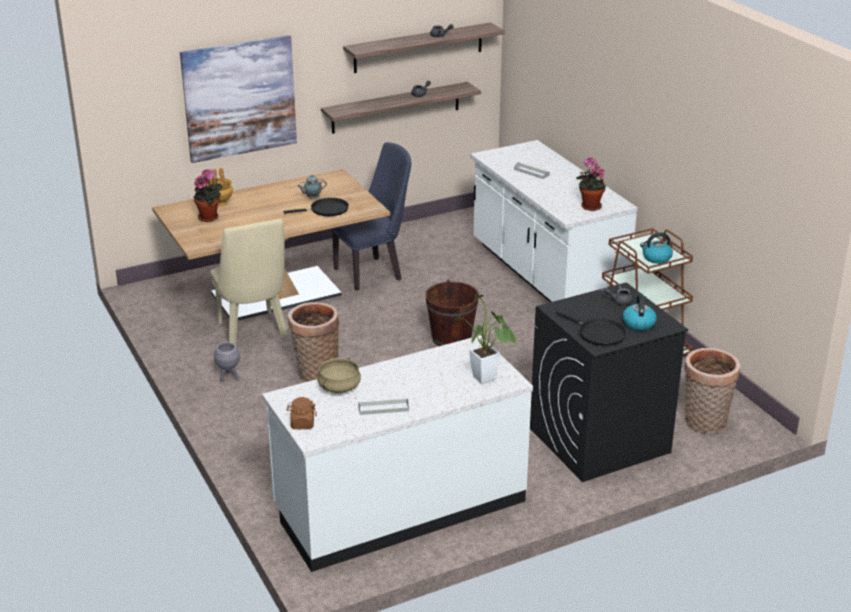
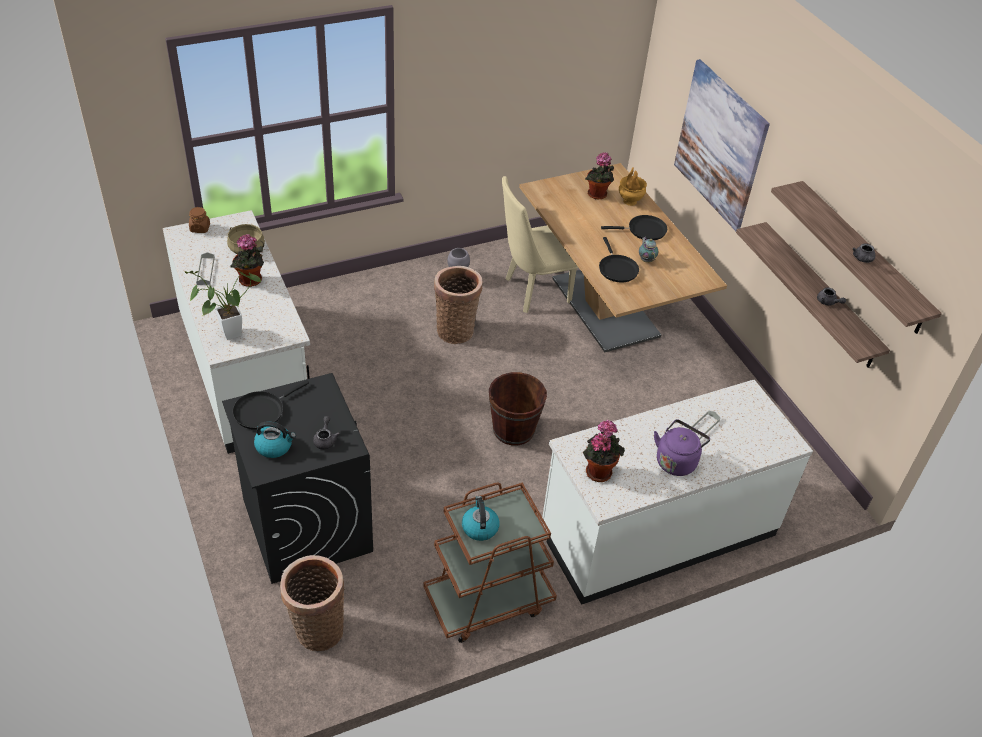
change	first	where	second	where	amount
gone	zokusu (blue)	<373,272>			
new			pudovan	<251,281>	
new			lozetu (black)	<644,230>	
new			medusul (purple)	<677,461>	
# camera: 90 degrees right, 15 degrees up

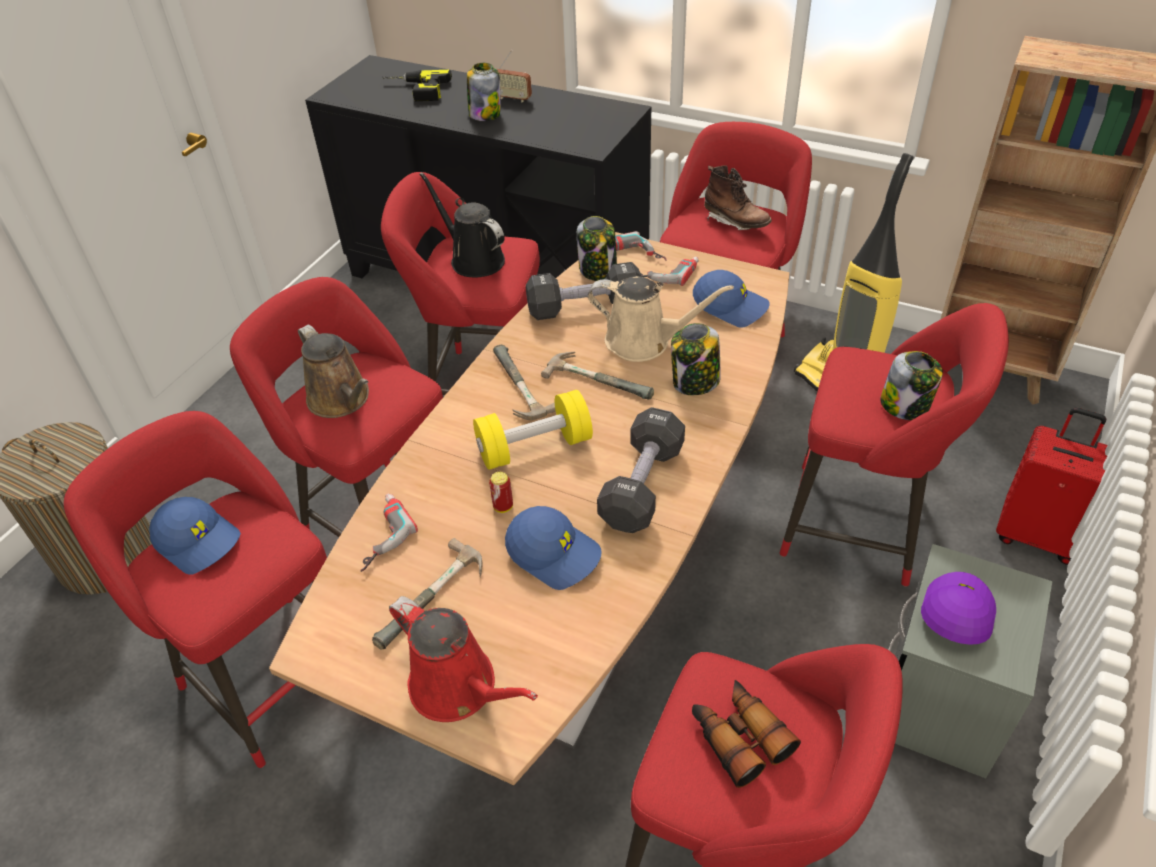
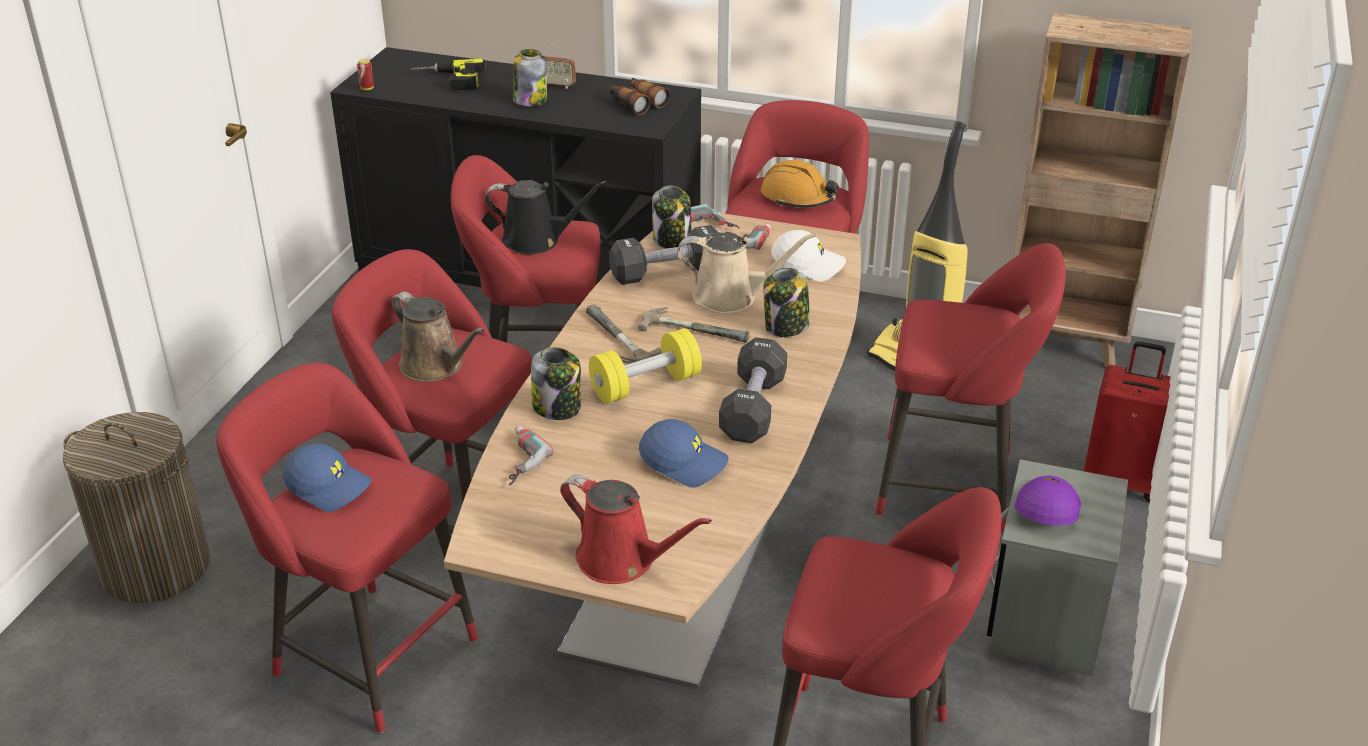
change	first	where	second	where	amount
gone	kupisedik	<434,601>			
rotated	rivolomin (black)	<473,259>		<537,240>	150 degrees clockwise
shifted	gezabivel	<503,507>		<367,88>	
shifted	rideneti	<739,737>		<636,102>	
repainted	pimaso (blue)	<730,306>	pimaso (white)	<808,264>	
swapped	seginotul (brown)	<735,222>	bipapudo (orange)	<798,197>	
shifted	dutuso	<905,406>		<558,407>	
# camera: 10 degrees left, 10 degrees down

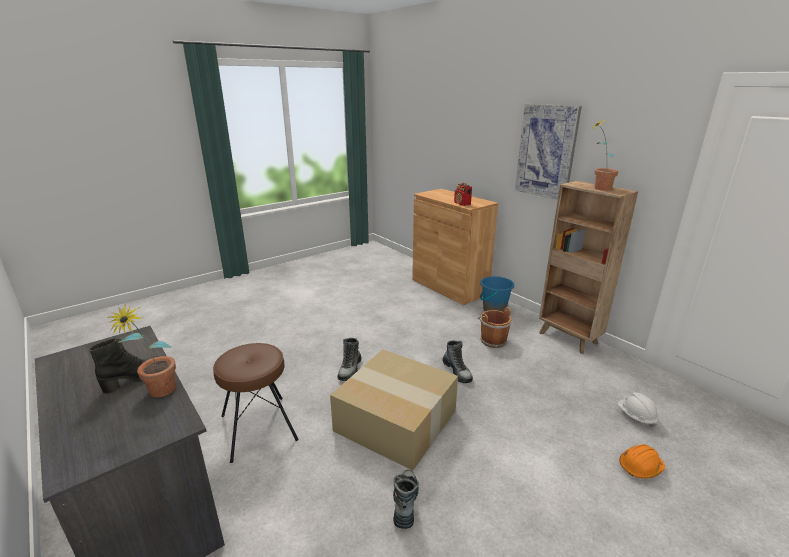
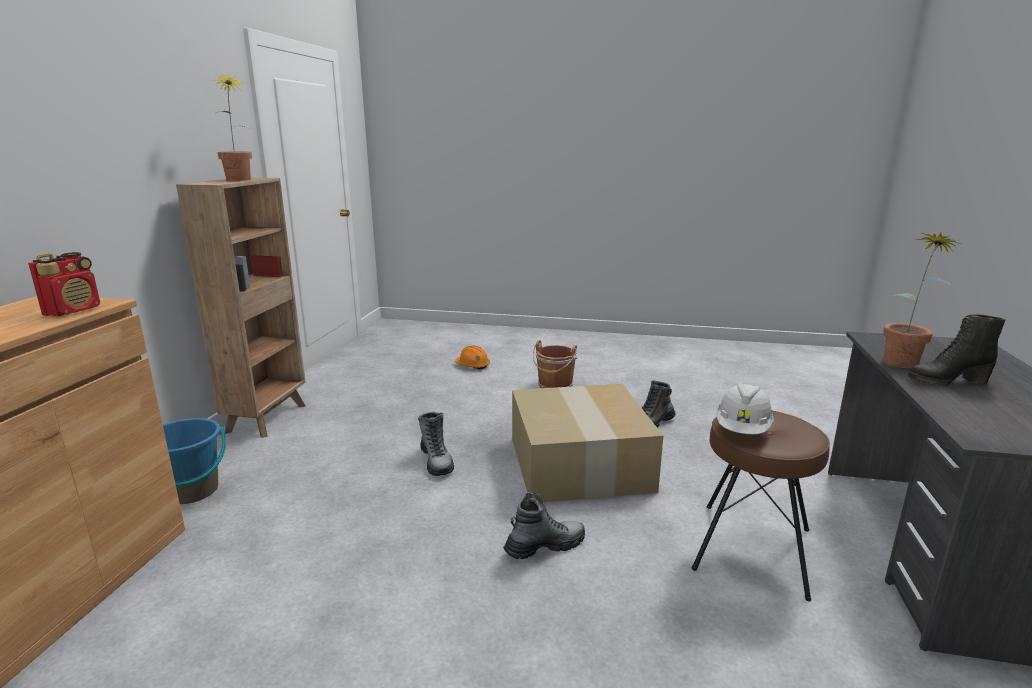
change	first	where	second	where	amount
rotated	seginotul	<457,372>		<436,461>	135 degrees clockwise
shifted	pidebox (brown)	<492,340>		<555,386>	
gone	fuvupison	<546,151>			
shifted	bipapudo (white)	<636,416>		<742,430>	
# camera: 130 degrees left, 5 degrees down

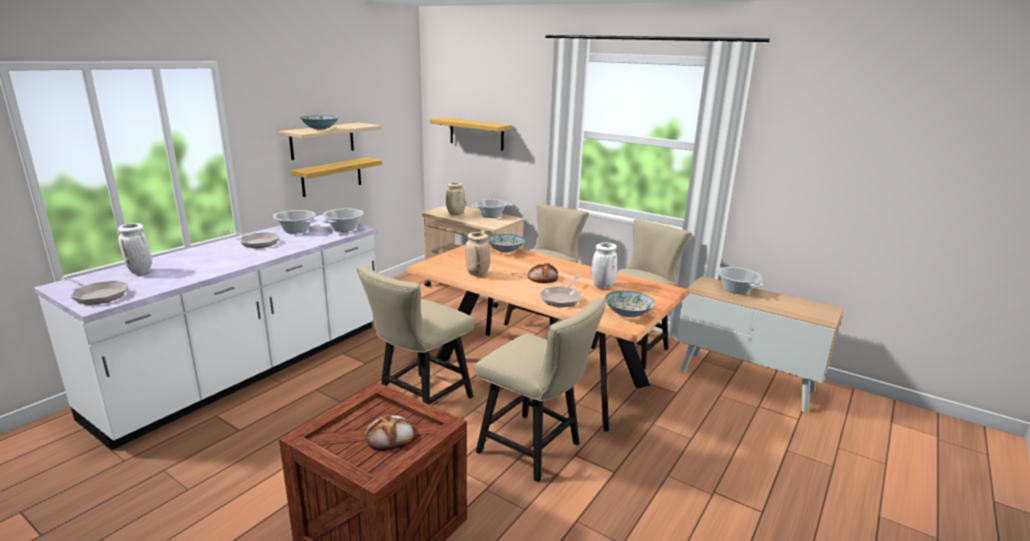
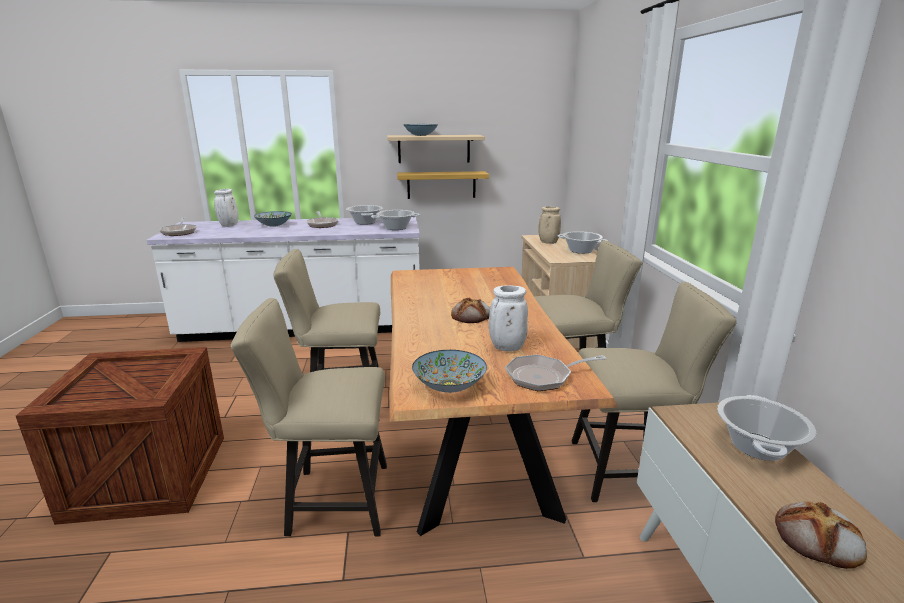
change	first	where	second	where	amount
shifted	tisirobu	<390,436>		<819,539>	
gone	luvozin	<476,133>			
gone	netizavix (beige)	<478,274>			
rotated	zokusu (beige)	<535,450>		<330,500>	90 degrees clockwise
shifted	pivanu	<505,250>		<274,225>	
shifted	lozetu	<561,298>		<543,377>	
# camera: 50 degrees right, 0 degrees up

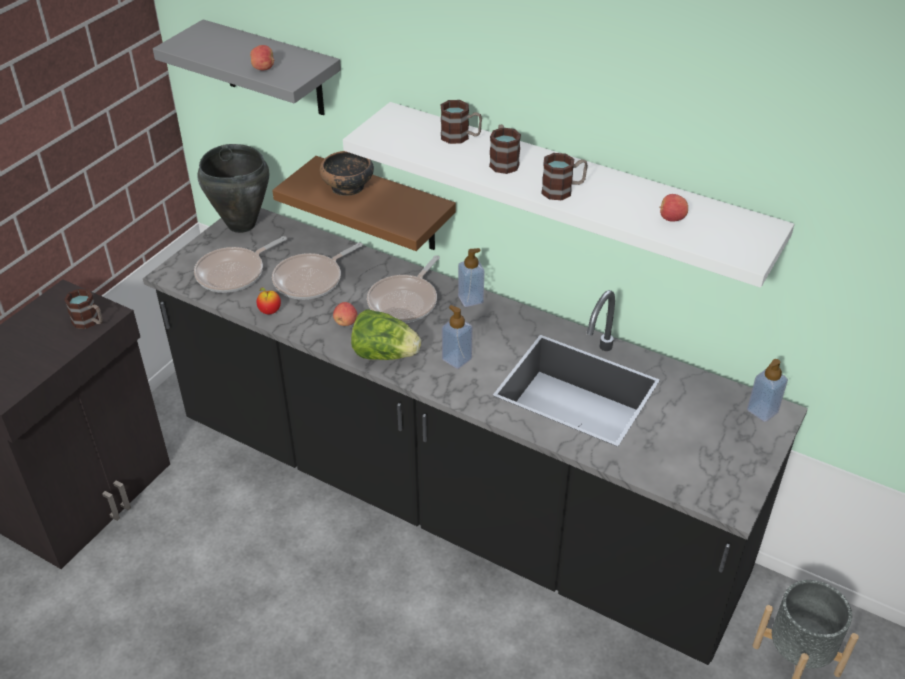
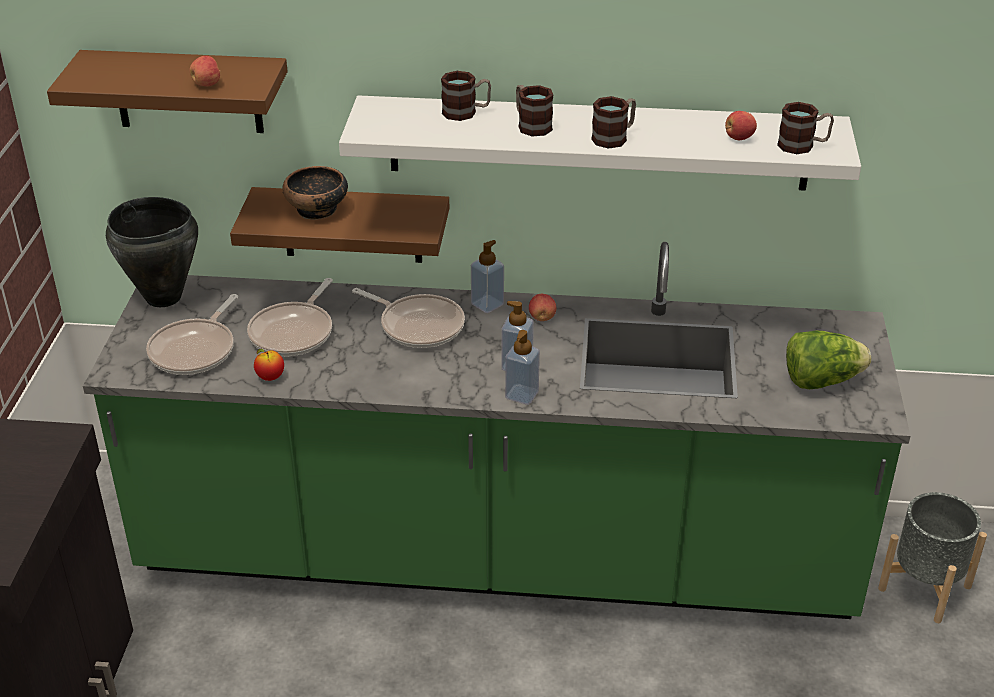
change	first	where	second	where	amount
shifted	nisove	<89,322>		<803,146>	
repainted	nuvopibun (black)	<452,501>	nuvopibun (green)	<497,558>	
repainted	luvozin (grey)	<273,69>	luvozin (brown)	<188,91>	
shifted	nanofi	<346,322>		<542,318>	
shifted	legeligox	<385,354>		<821,381>	
rotated	lozetu	<405,301>		<418,325>	60 degrees counterclockwise
shifted	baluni	<762,411>		<522,395>	
# camera: 25 degrees left, 5 degrees down

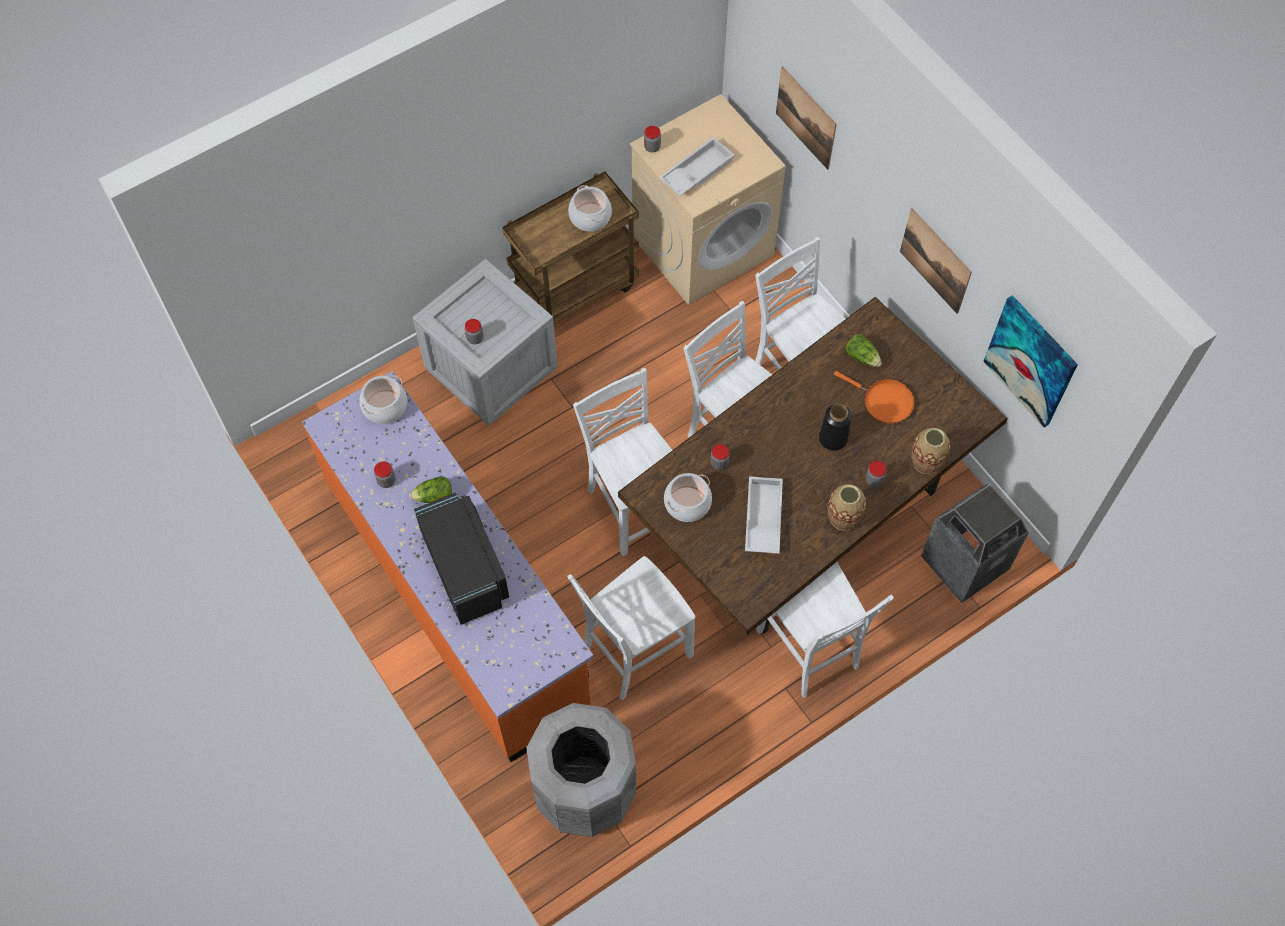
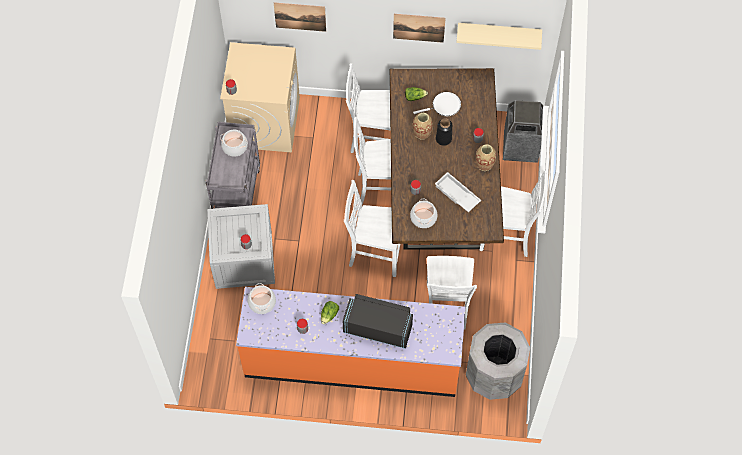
change	first	where	second	where	amount
repainted	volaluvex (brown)	<575,290>	volaluvex (grey)	<236,193>	
gone	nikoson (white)	<696,171>			
repainted	lozetu (orange)	<884,402>	lozetu (white)	<444,106>	
shifted	netizavix	<926,462>		<422,133>	
swapped	fuvupison	<1031,361>	luvozin (beige)	<499,33>	
# camera: 50 degrees left, 0 degrees up

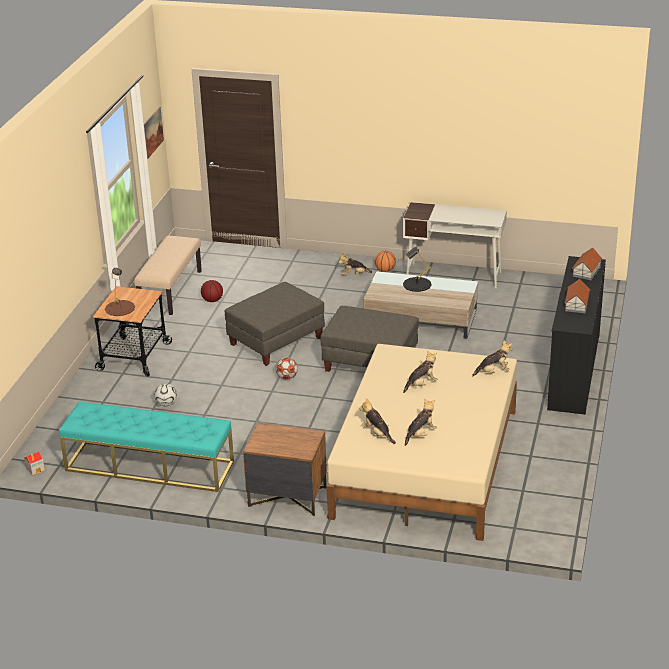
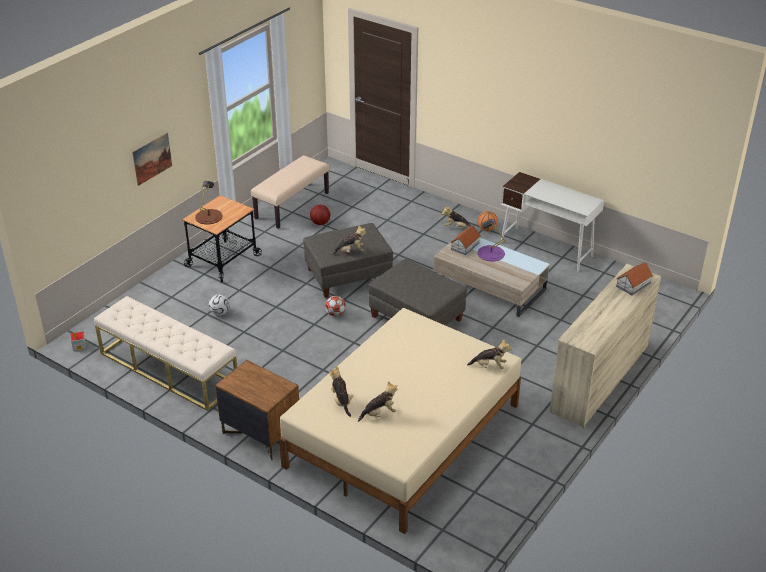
change	first	where	second	where	amount
repainted	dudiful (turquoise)	<149,466>	dudiful (beige)	<168,369>	
shifted	fuvupison	<153,132>		<152,158>	
repainted	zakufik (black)	<417,284>	zakufik (purple)	<491,253>	
shifted	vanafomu	<421,384>		<350,251>	
repainted	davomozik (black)	<573,372>	davomozik (beige)	<599,378>	
shifted	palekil	<576,304>		<464,246>	
# camera: 20 degrees right, 5 degrees up

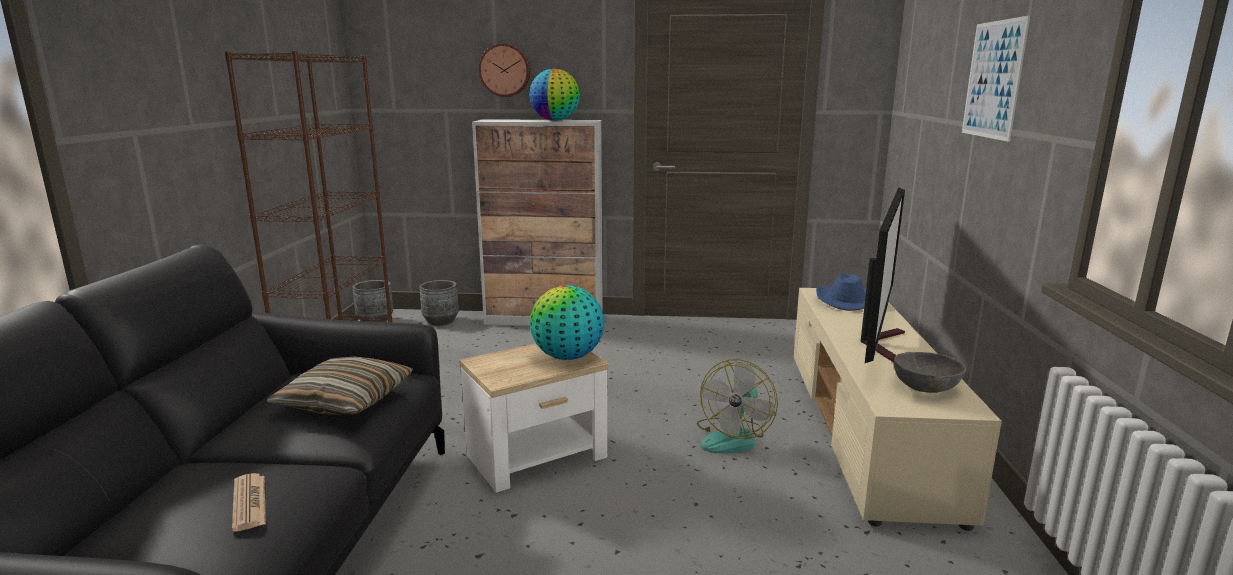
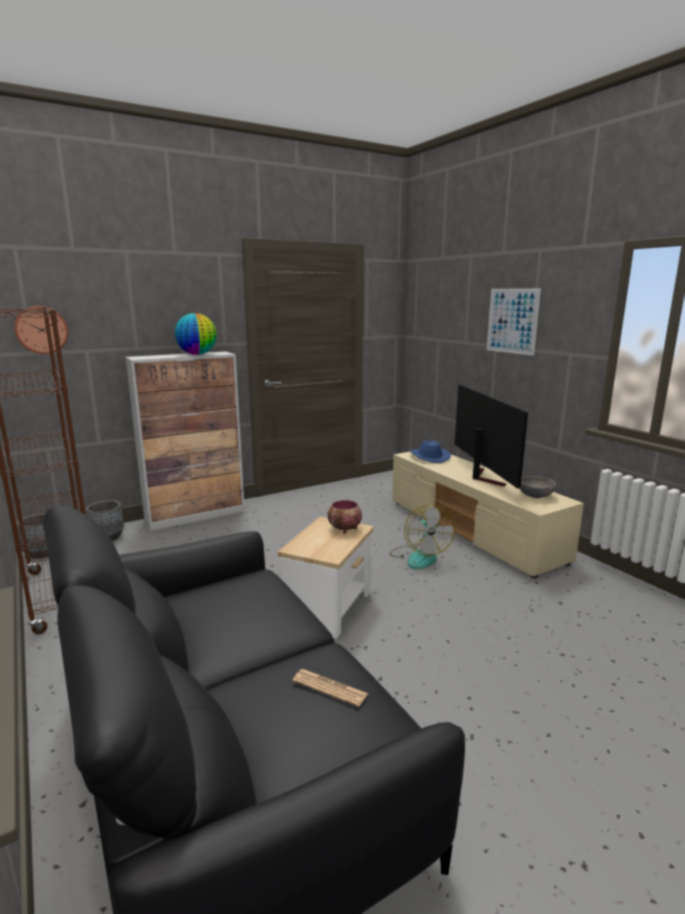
change	first	where	second	where	amount
gone	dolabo	<346,400>			
shifted	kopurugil	<505,70>		<41,329>	
swapped	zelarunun	<567,357>	pivanu	<344,529>	
# camera: 35 degrees left, 0 degrees up

